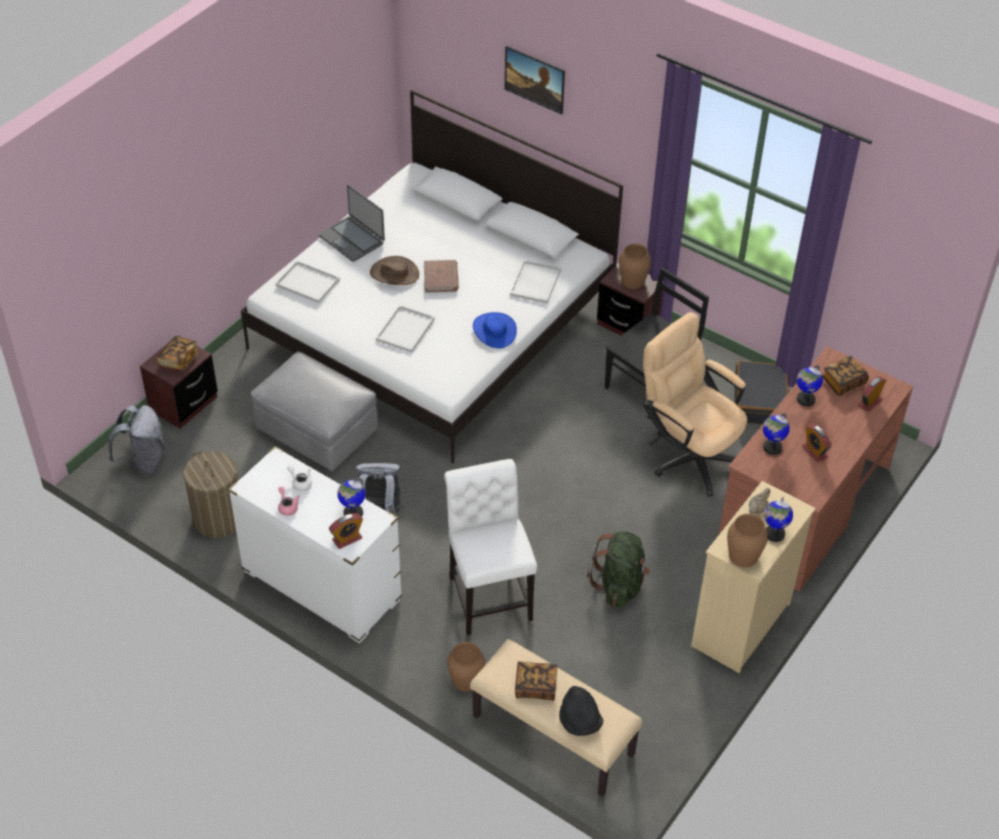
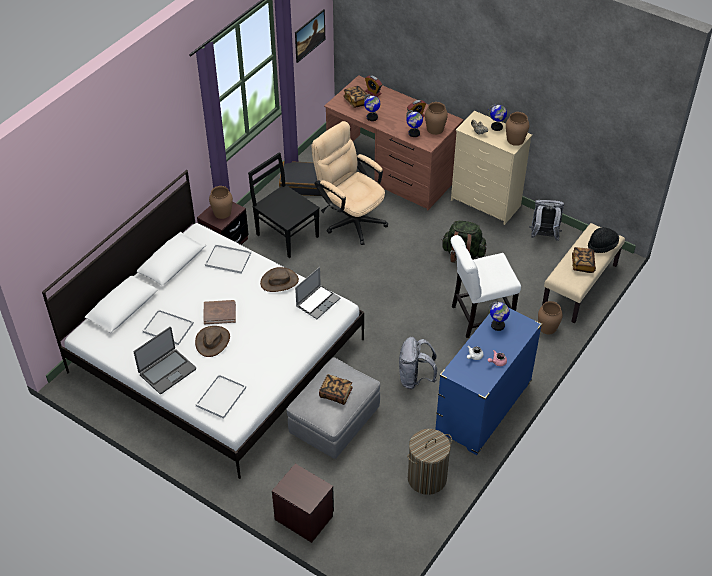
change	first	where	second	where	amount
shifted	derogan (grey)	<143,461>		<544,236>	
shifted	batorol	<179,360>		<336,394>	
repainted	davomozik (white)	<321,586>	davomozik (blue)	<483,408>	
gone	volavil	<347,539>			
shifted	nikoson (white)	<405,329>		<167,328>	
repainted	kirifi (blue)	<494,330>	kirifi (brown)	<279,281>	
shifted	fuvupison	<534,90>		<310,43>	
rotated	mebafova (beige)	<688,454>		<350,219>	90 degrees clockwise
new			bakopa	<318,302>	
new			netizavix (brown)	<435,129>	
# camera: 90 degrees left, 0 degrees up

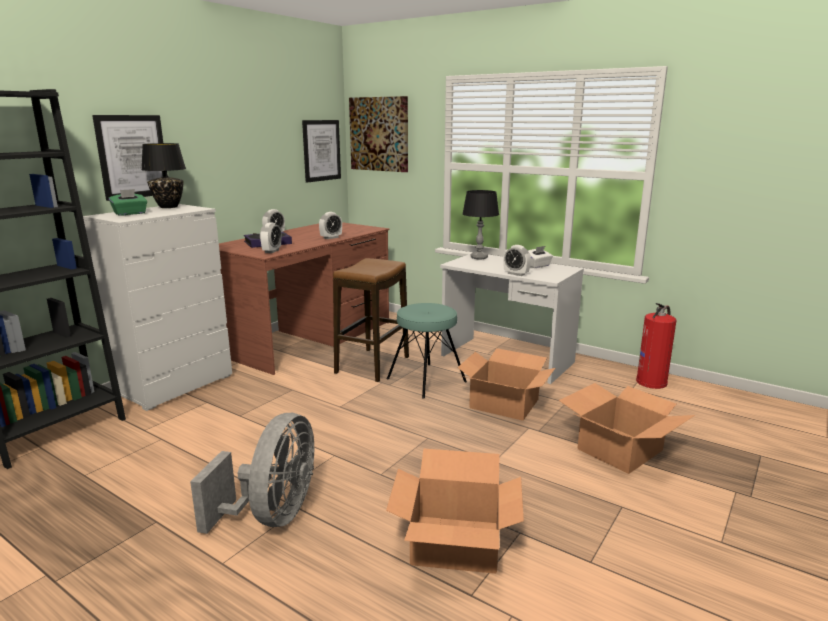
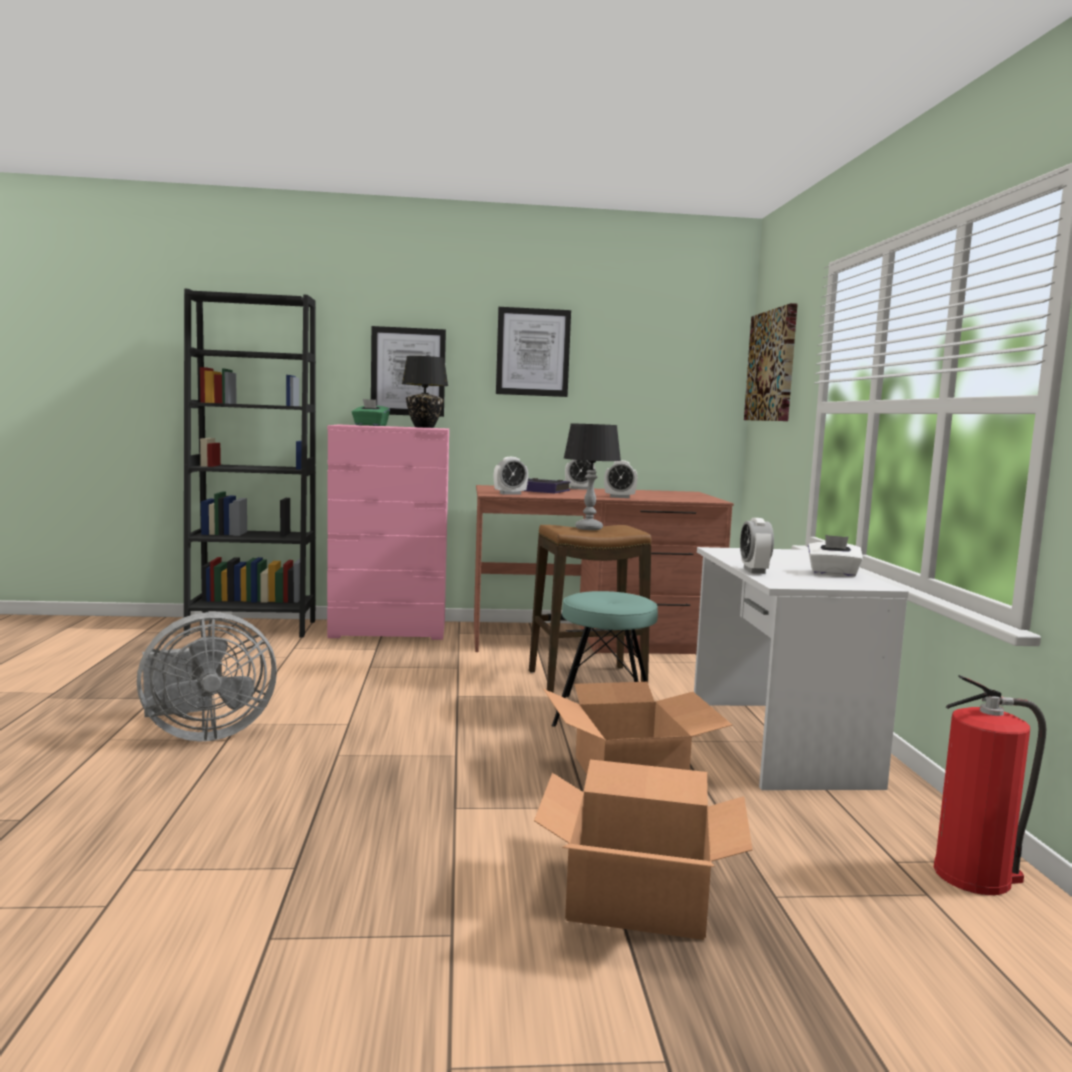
change	first	where	second	where	amount
repainted	davomozik (white)	<176,385>	davomozik (pink)	<389,631>	
shifted	fuvupison	<321,150>		<533,352>	
gone	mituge	<455,544>			
shifted	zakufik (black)	<479,257>		<589,528>	
# camera: 50 degrees right, 10 degrees down

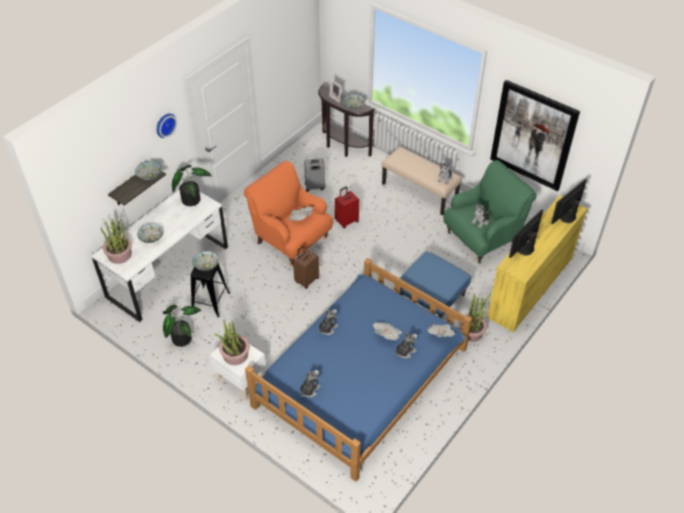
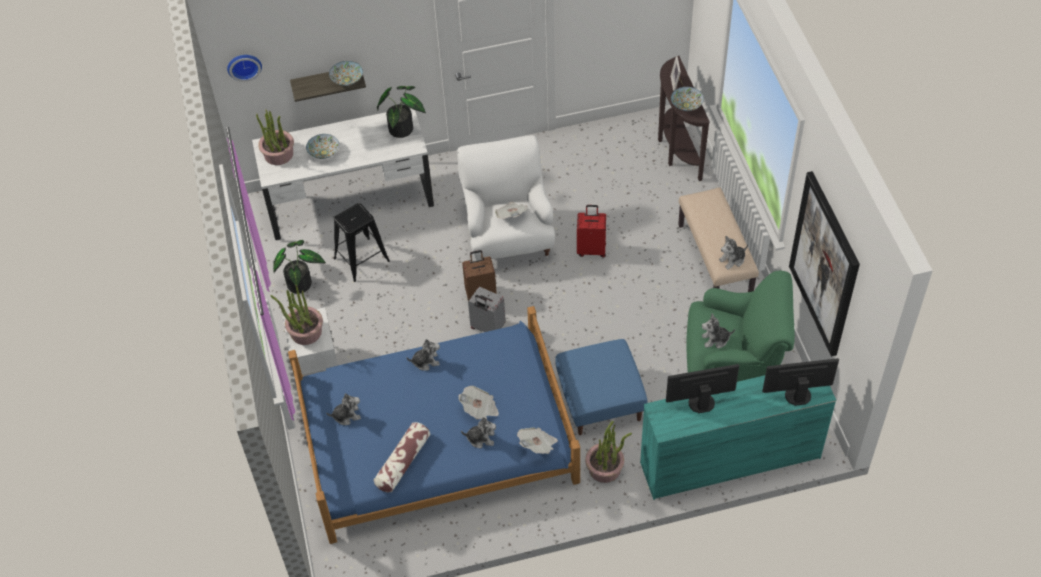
change	first	where	second	where	amount
shifted	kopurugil	<165,124>		<244,65>	
gone	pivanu	<206,266>			
repainted	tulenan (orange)	<291,240>	tulenan (white)	<508,237>	
shifted	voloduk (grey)	<315,187>		<487,328>	
repainted	davomozik (yellow)	<529,287>	davomozik (turquoise)	<729,460>	
new			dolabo	<403,462>	
# camera: 40 degrees right, 5 degrees up

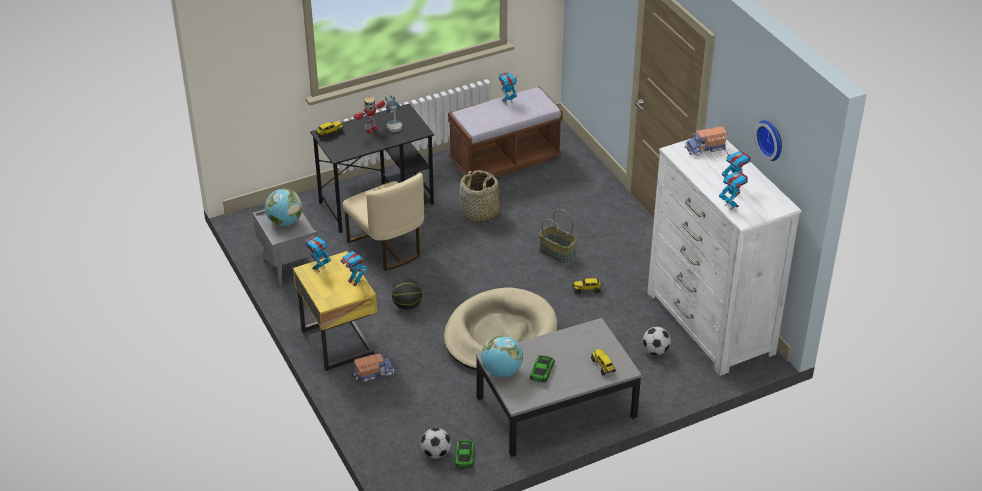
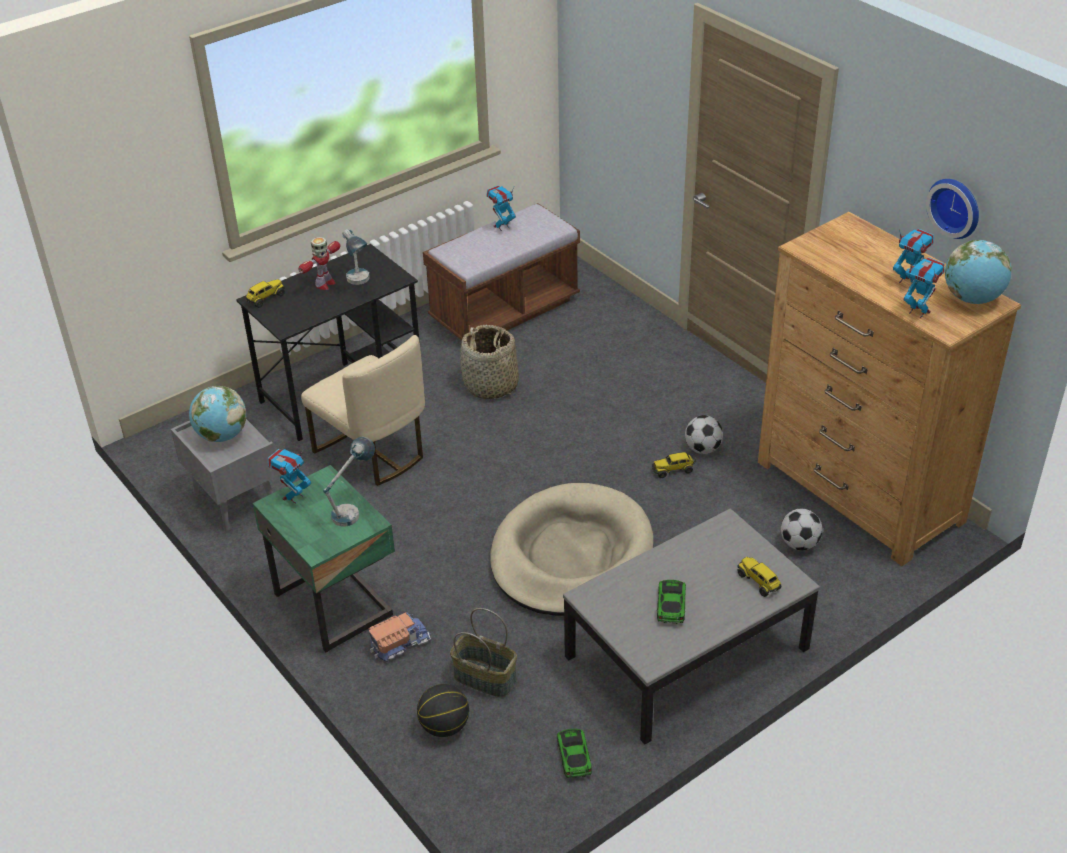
change	first	where	second	where	amount
repainted	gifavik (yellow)	<339,342>	gifavik (green)	<336,603>	
swapped	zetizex	<355,281>	zakufik	<354,509>	
shifted	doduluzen	<407,305>		<444,726>	
shifted	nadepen	<435,453>		<702,449>	
shifted	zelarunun	<502,371>		<972,299>	
shifted	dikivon	<557,253>		<486,677>	
repainted	davomozik (white)	<710,323>	davomozik (brown)	<859,492>	
gone	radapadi	<705,148>			
# camera: 10 degrees left, 0 degrees up

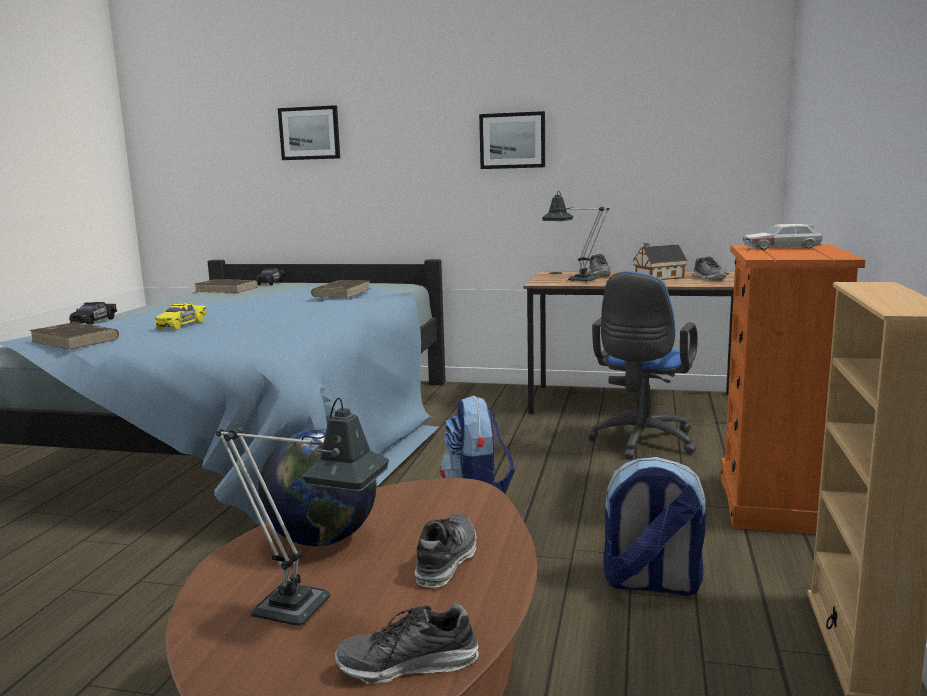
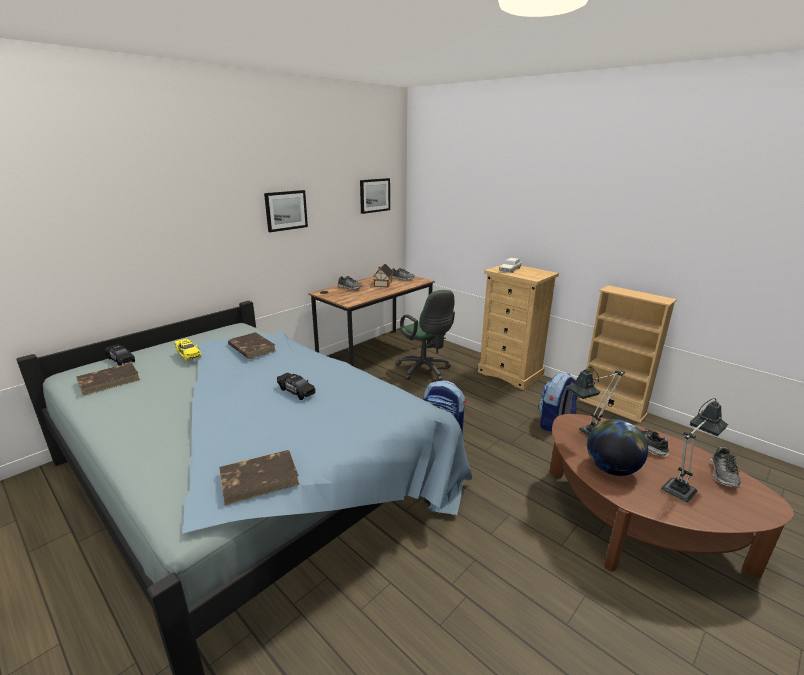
change	first	where	second	where	amount
shifted	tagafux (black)	<94,322>		<296,391>	
shifted	tagafux (yellow)	<182,325>		<188,354>	
shifted	fuvupison	<309,133>		<374,195>	
shifted	zakufik	<576,280>		<589,434>	
repainted	mebafova (blue)	<641,443>	mebafova (green)	<425,371>	
repainted	davomozik (orange)	<775,503>	davomozik (beige)	<510,374>	
# camera: 60 degrees left, 10 degrees up

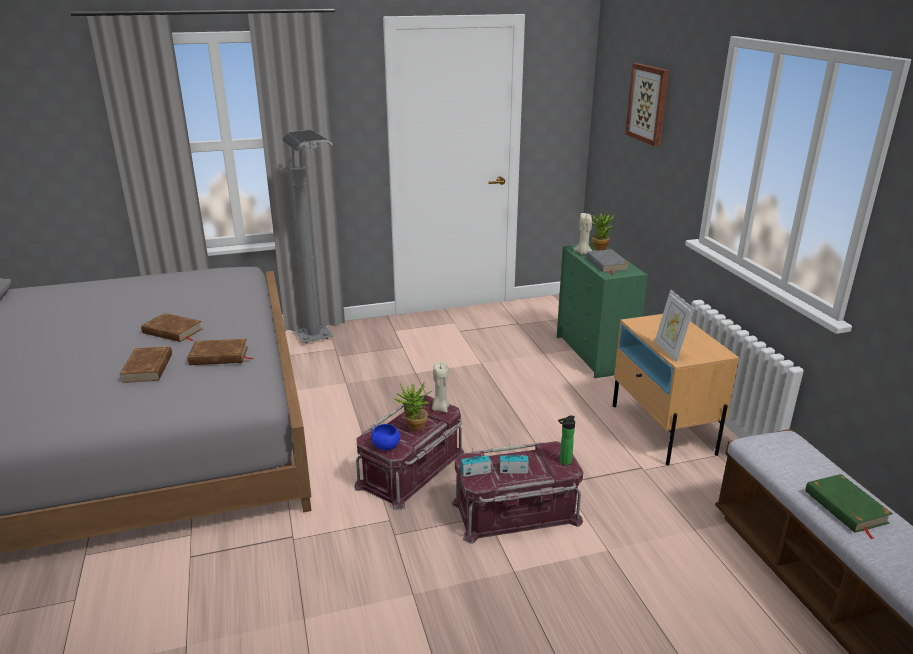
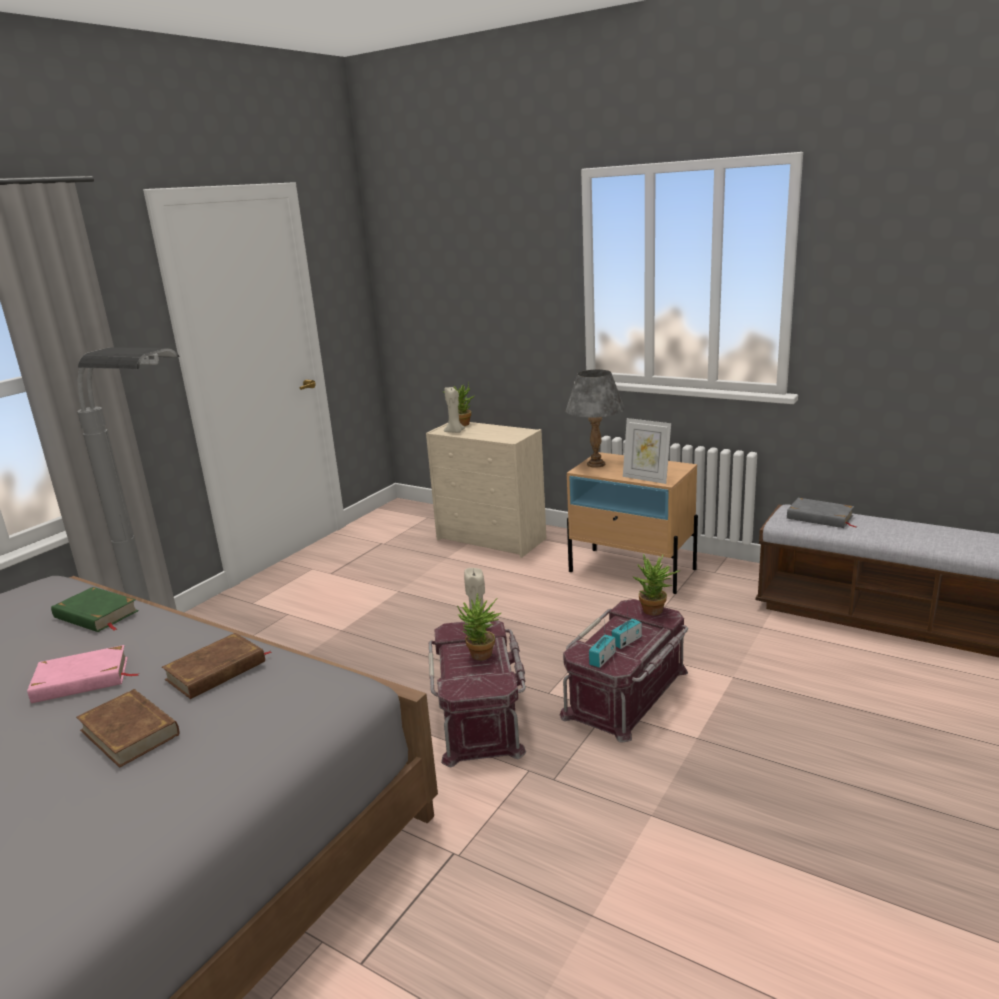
change	first	where	second	where	amount
repainted	batorol (brown)	<172,331>	batorol (pink)	<82,680>	
gone	pivanu (blue)	<386,447>			
repainted	davomozik (green)	<595,354>	davomozik (beige)	<492,539>	
swapped	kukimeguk	<563,462>	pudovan	<655,612>	
shifted	batorol (grey)	<606,264>		<820,517>	
gone	fuvupison	<648,104>			
shifted	batorol (green)	<845,507>		<96,615>	
new			zakufik (grey)	<596,464>	
# camera: 40 degrees left, 5 degrees down

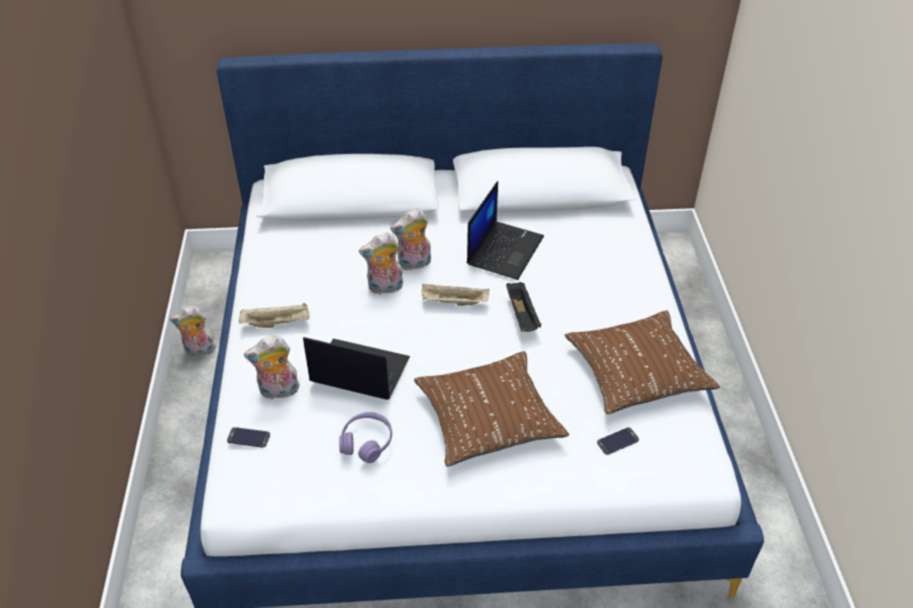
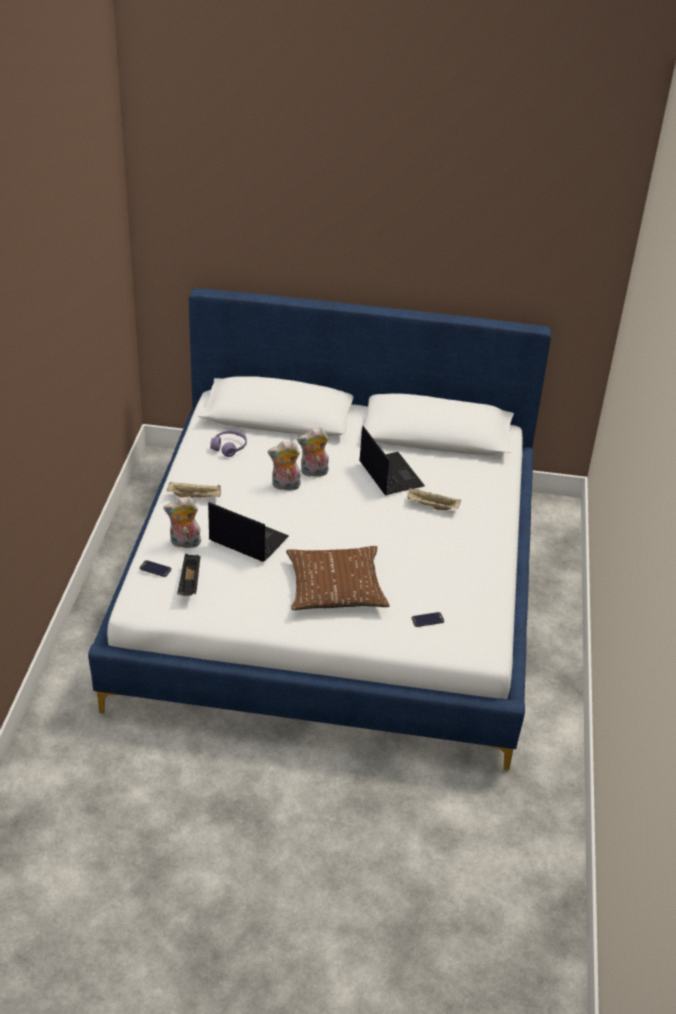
change	first	where	second	where	amount
gone	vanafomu	<199,351>			
shifted	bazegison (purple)	<366,442>		<229,447>	
shifted	nikoson (beige)	<453,302>		<431,506>	
rotated	bakopa	<504,250>		<390,474>	60 degrees counterclockwise
shifted	nikoson (black)	<522,316>		<190,583>	
gone	dolabo (brown)	<636,371>			
# camera: 10 degrees right, 5 degrees down

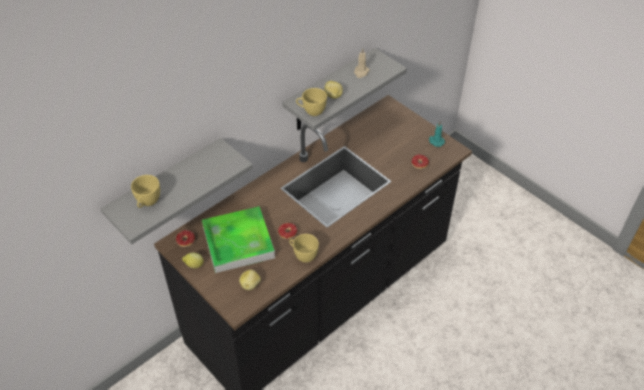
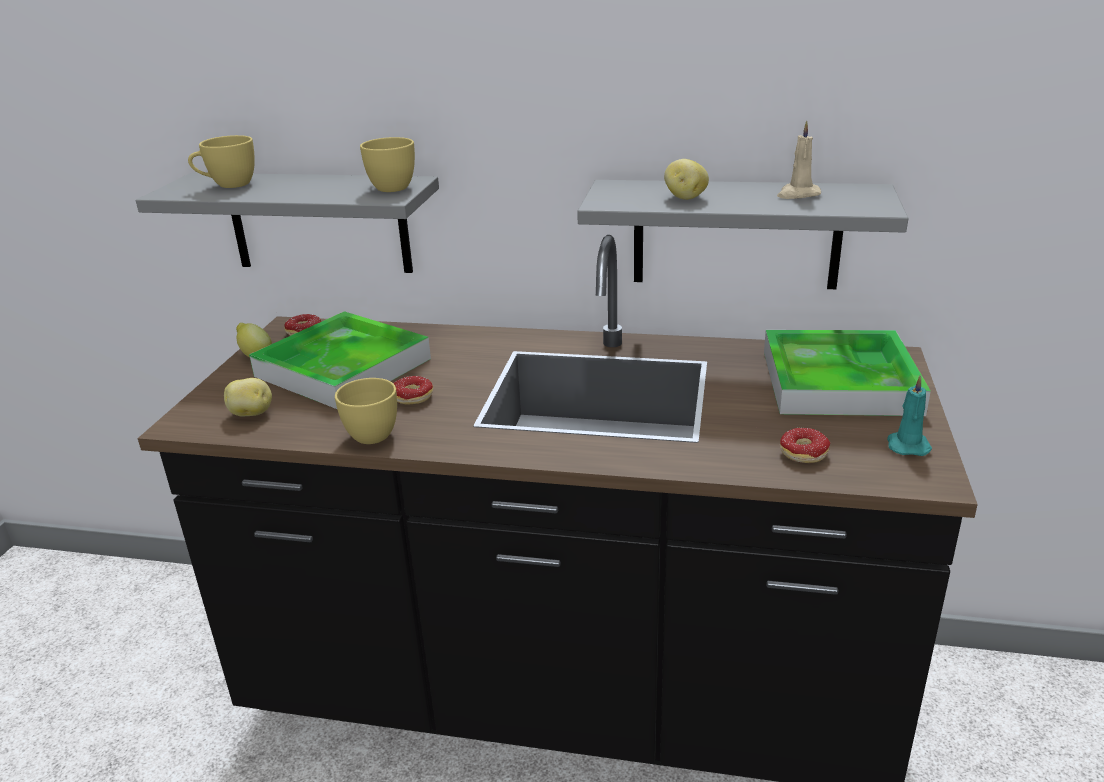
change	first	where	second	where	amount
shifted	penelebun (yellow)	<311,111>		<389,186>	
new			nikoson	<839,381>	
# camera: 55 degrees right, 20 degrees down

